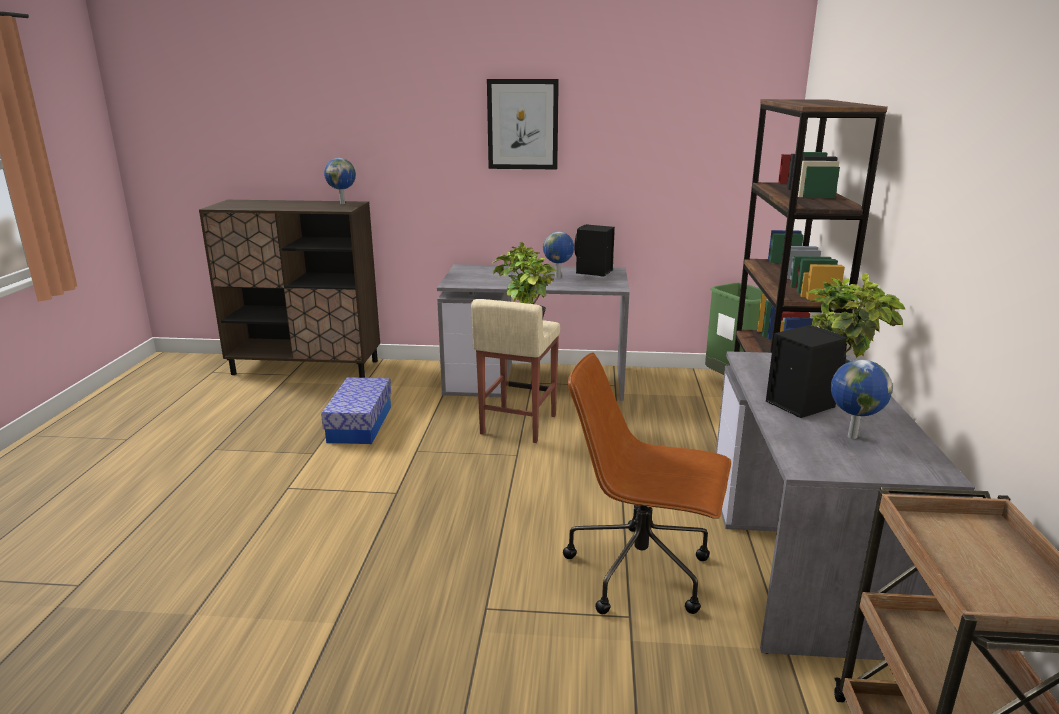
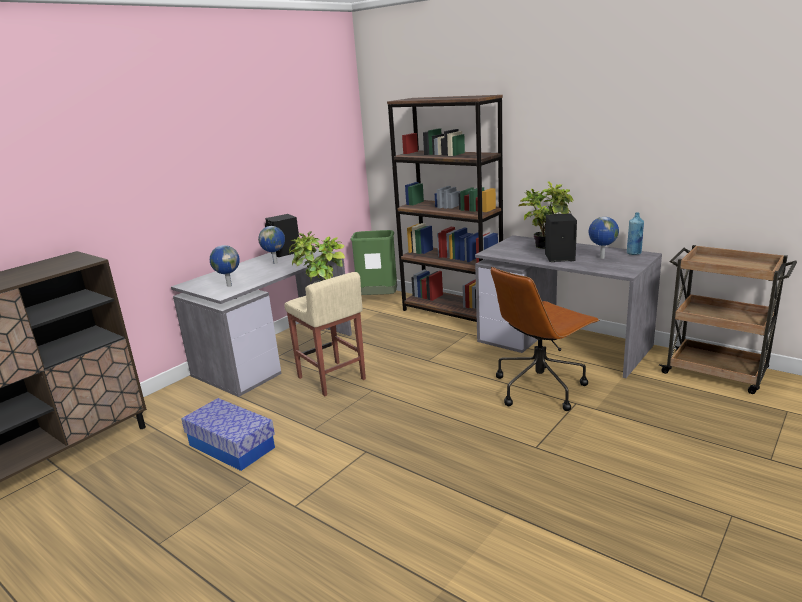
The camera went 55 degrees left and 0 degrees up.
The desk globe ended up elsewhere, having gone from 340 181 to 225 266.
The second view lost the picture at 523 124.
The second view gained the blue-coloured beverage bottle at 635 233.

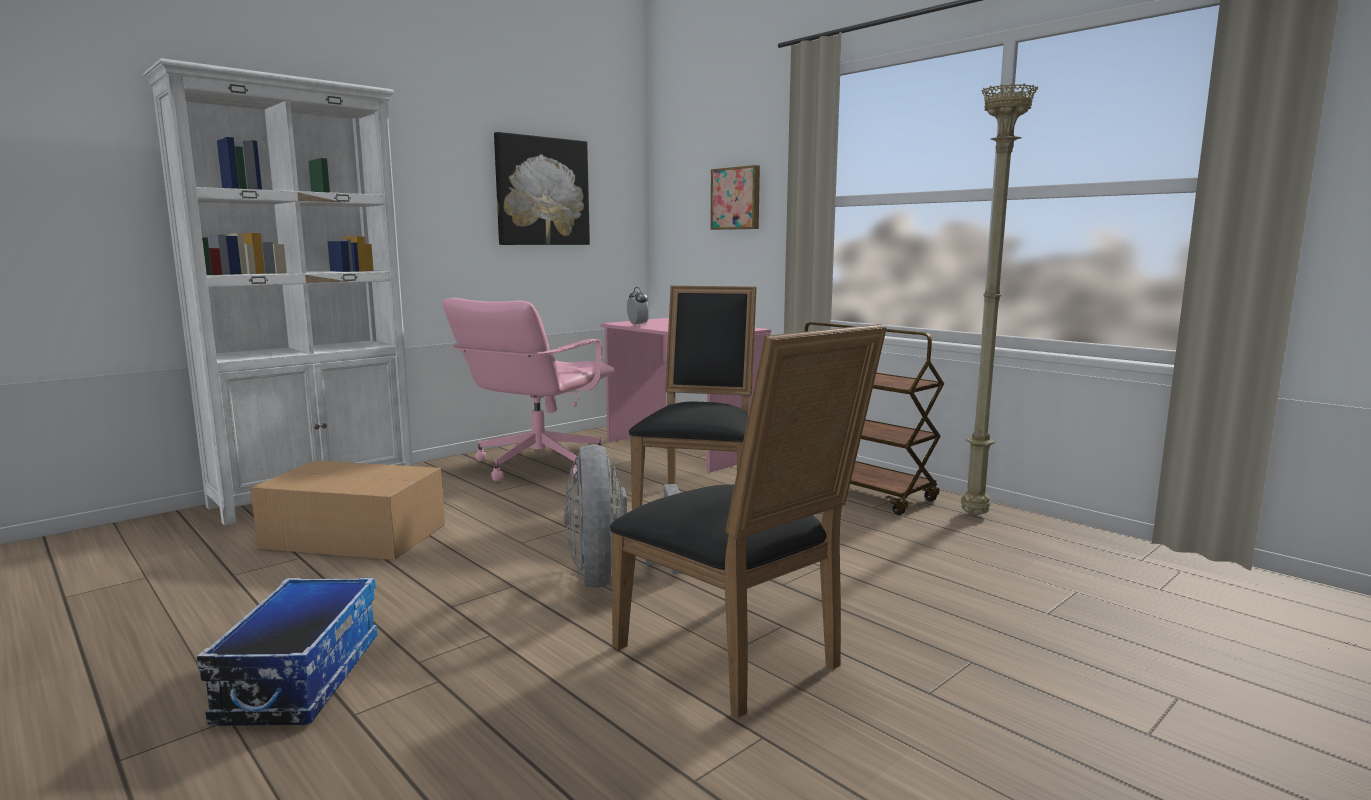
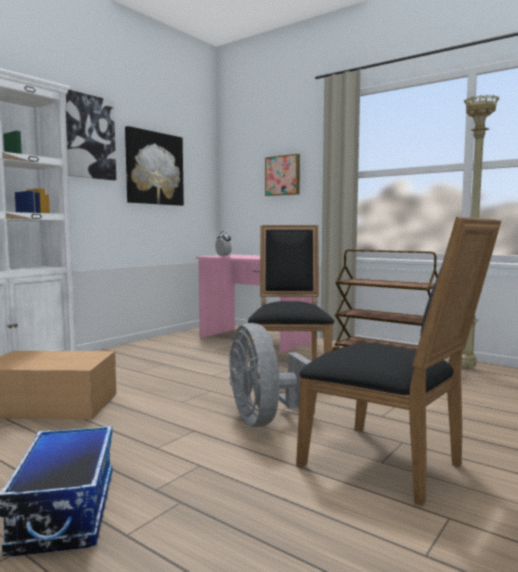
The camera went 10 degrees left and 5 degrees down.
The second view lost the pink office chair at 528 389.
The second view gained the picture at 91 135.

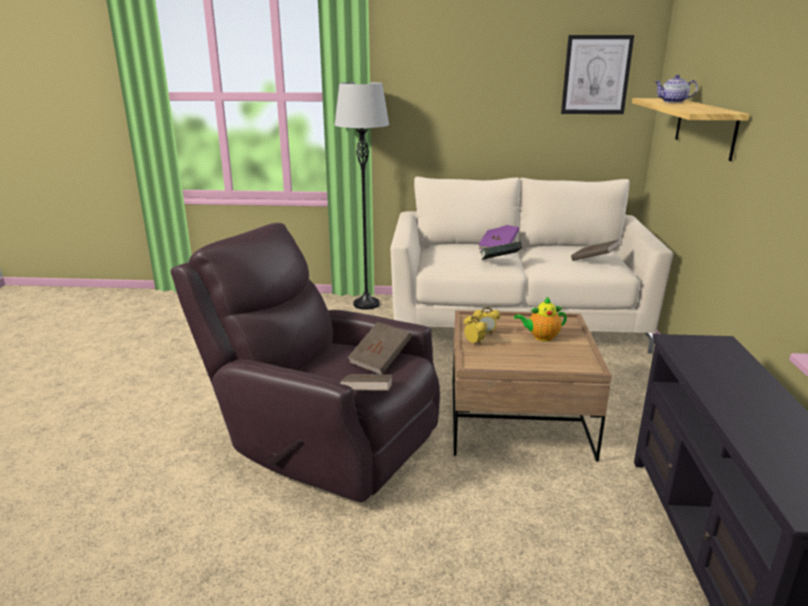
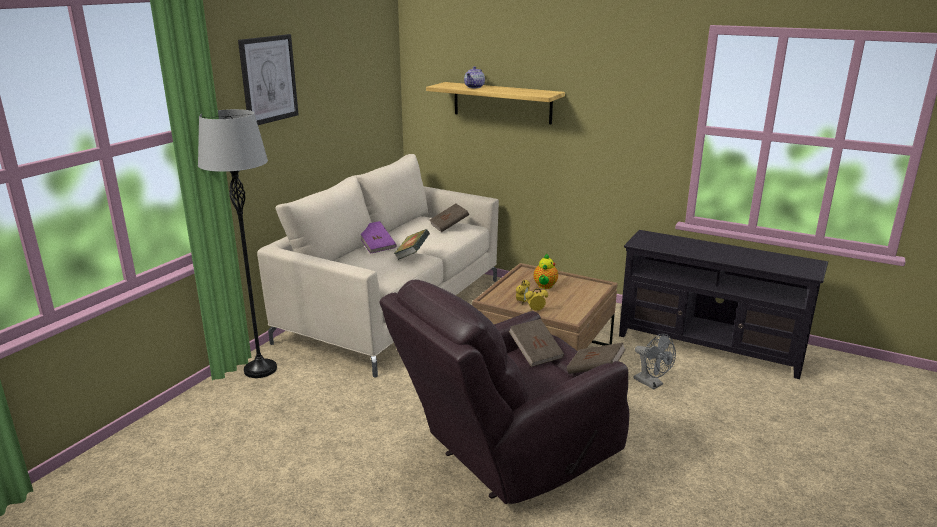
The camera went 65 degrees left and 0 degrees up.
The picture ended up elsewhere, having gone from 597 74 to 268 79.
The second view gained the gray fan at 655 362.

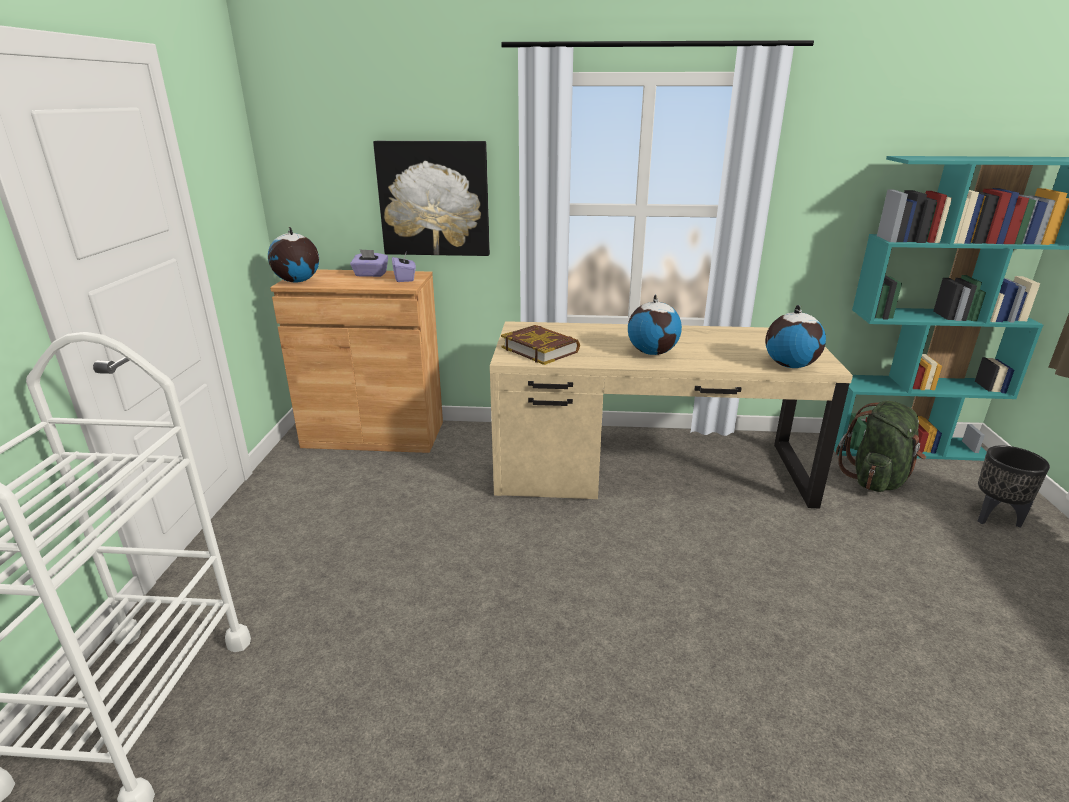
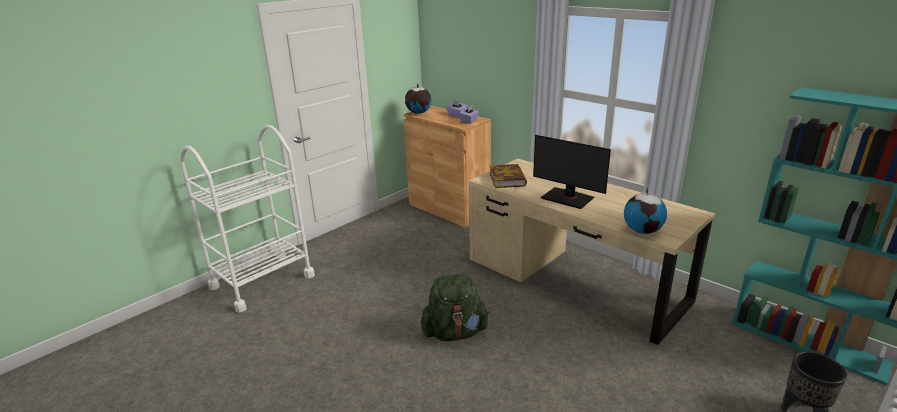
The camera went 40 degrees right and 0 degrees up.
The second view lost the picture at 431 198.
Where the desk globe stood at 655 324, the monitor came to stand at 572 172.
The green-coloured rucksack ended up elsewhere, having gone from 881 446 to 455 307.

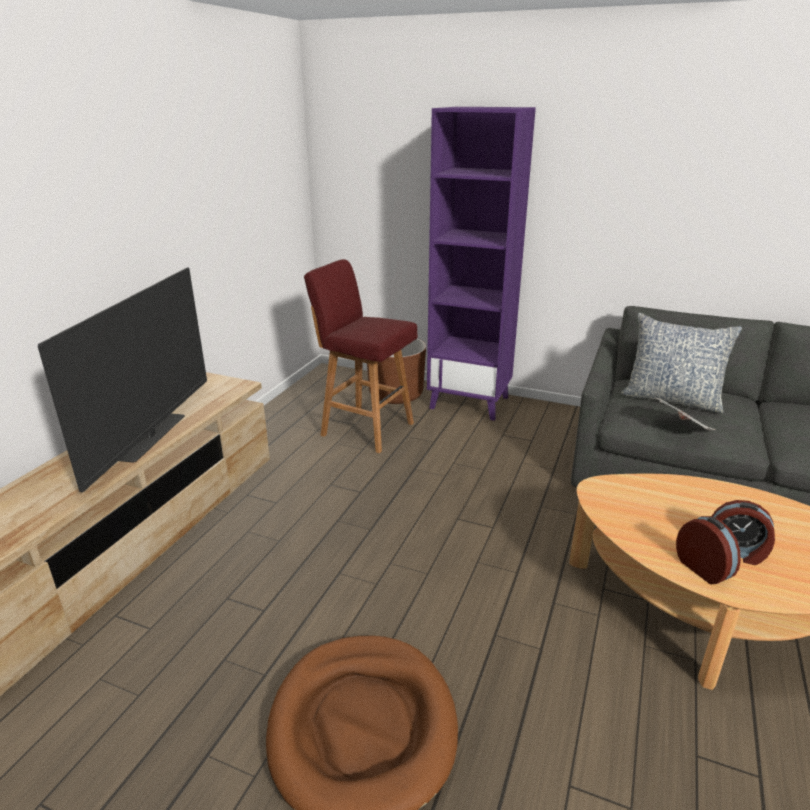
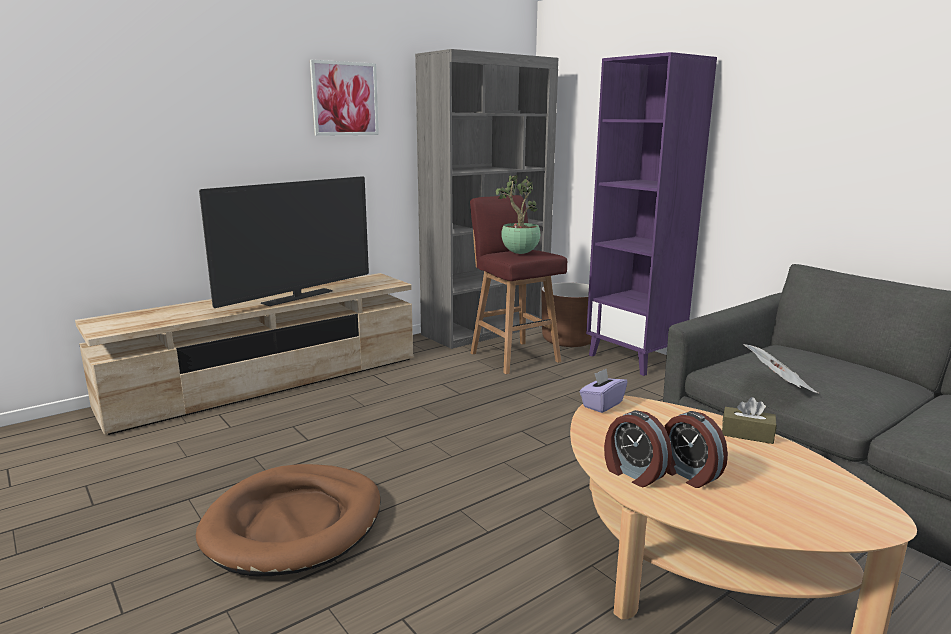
The camera went 30 degrees right and 10 degrees down.
The second view lost the cushion at 681 363.
The alarm clock at 708 550 ended up facing another way, 135 degrees clockwise from before.
The second view gained the picture at 344 98.
The second view gained the gray shelving unit at 486 199.
The second view gained the houseplant at 517 214.
The second view gained the purple tissue box at 603 390.
The second view gained the brown-coloured tissue box at 749 420.

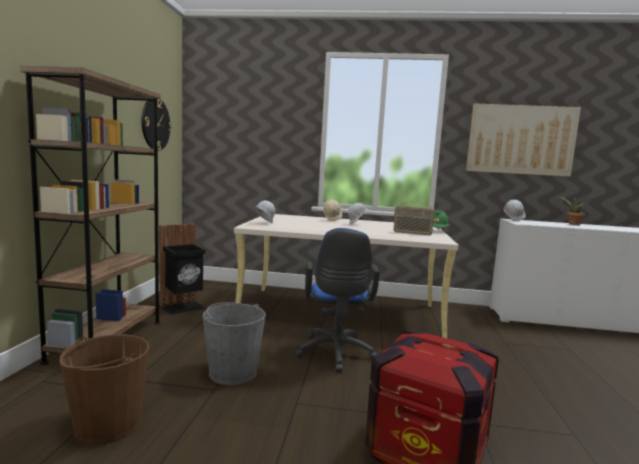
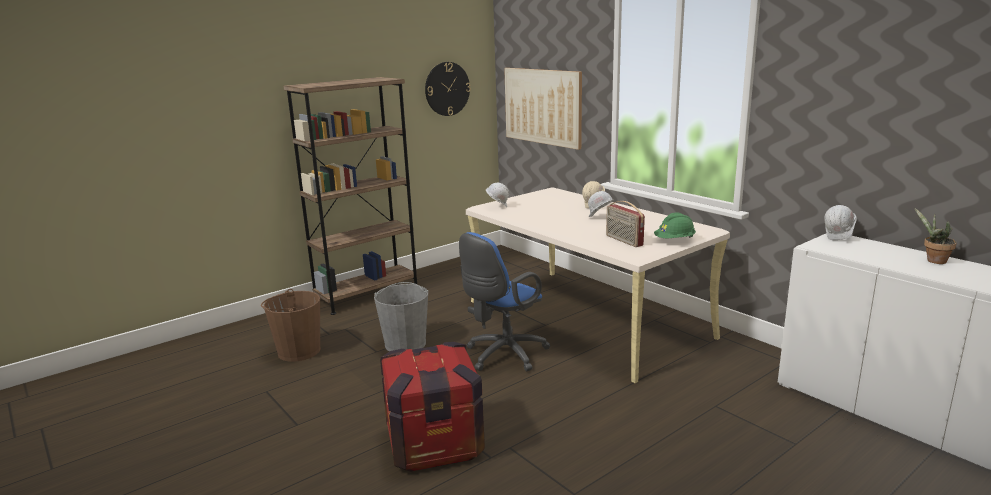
The camera went 45 degrees right and 10 degrees up.
The second view lost the black rubbish bin at 182 269.
The picture ended up elsewhere, having gone from 523 140 to 543 109.

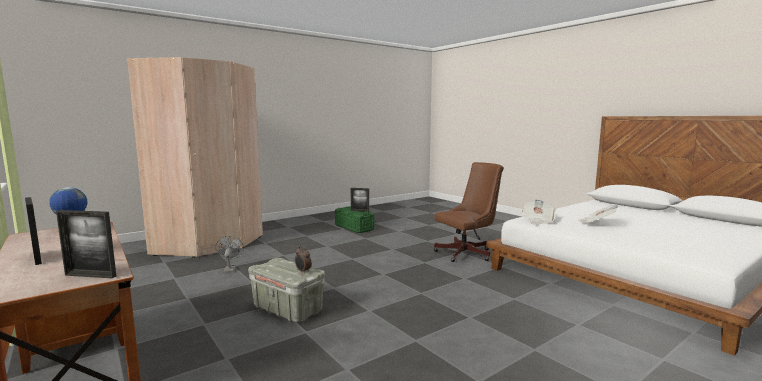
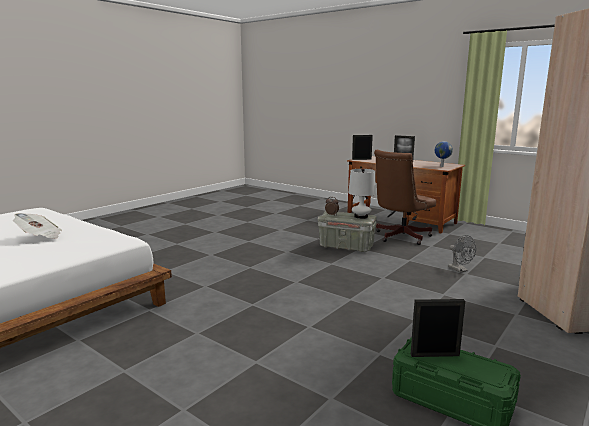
The camera went 165 degrees right and 5 degrees up.
The brown-coloured office chair ended up elsewhere, having gone from 469 212 to 405 197.
The second view lost the printed paper at 539 212.
The second view gained the whitish table lamp at 362 194.

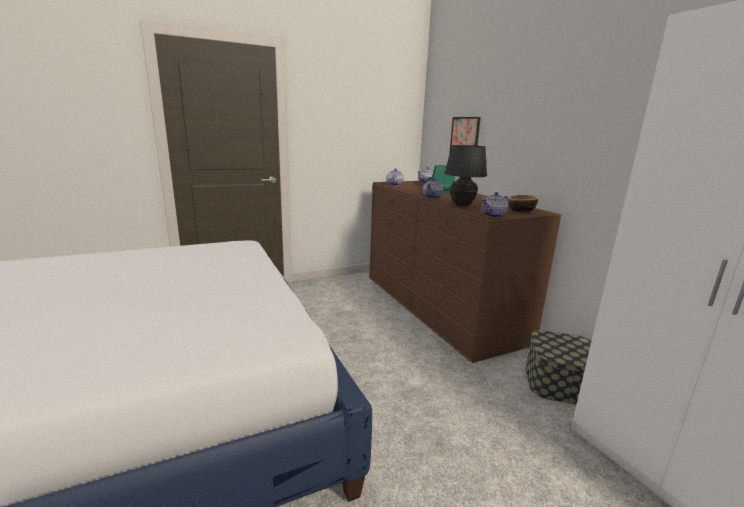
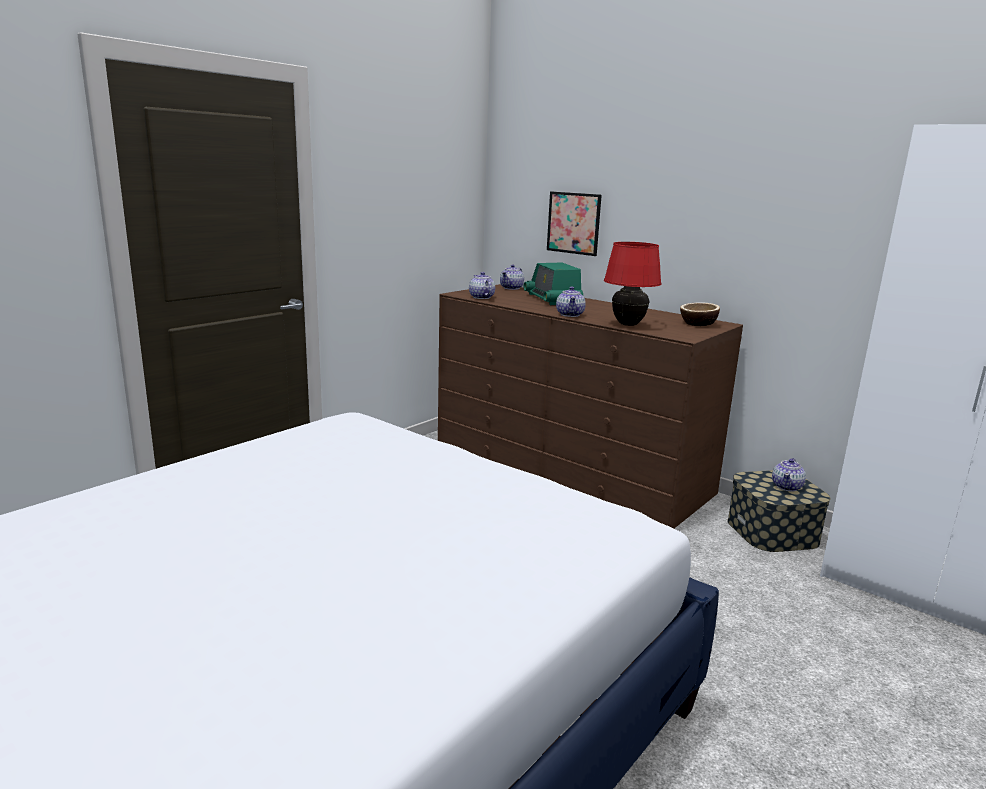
The camera went 25 degrees left and 0 degrees up.
What was the black table lamp at 465 176 turned into the red-coloured table lamp at 633 284.
The tea pot ended up elsewhere, having gone from 495 205 to 789 475.

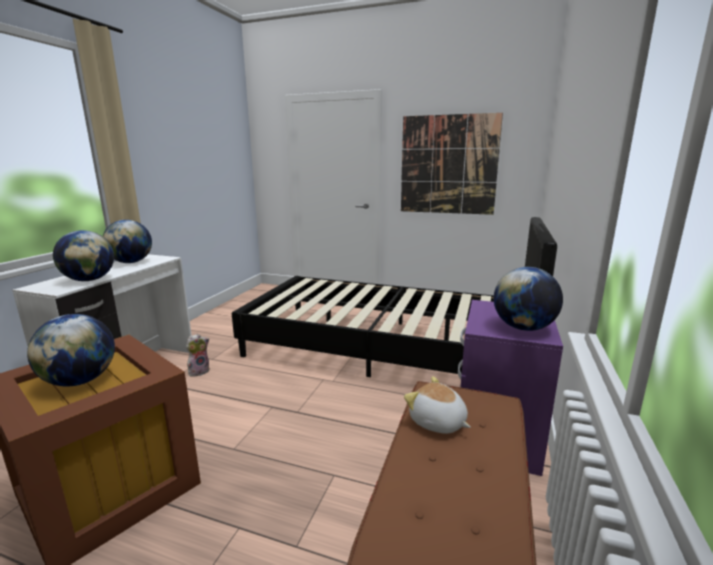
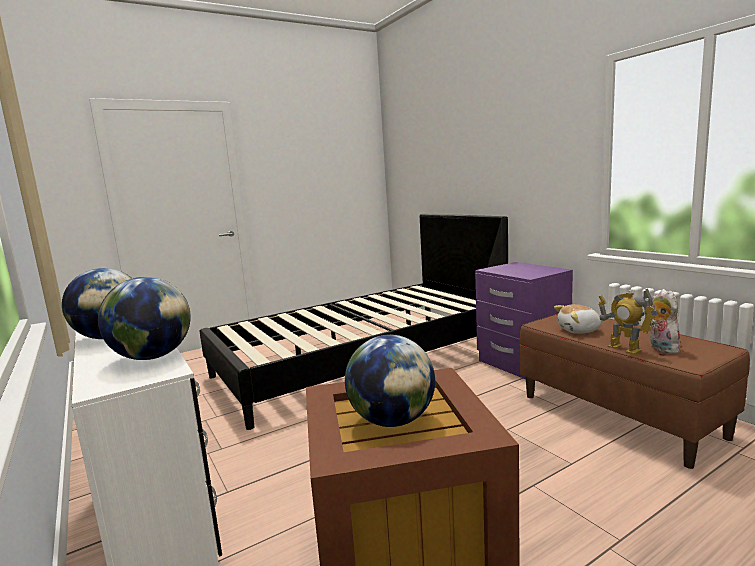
The camera went 50 degrees left and 5 degrees down.
The plush toy ended up elsewhere, having gone from 198 355 to 666 321.
The second view lost the picture at 452 164.
The second view lost the desk globe at 528 299.
The second view gained the model robot at 627 322.

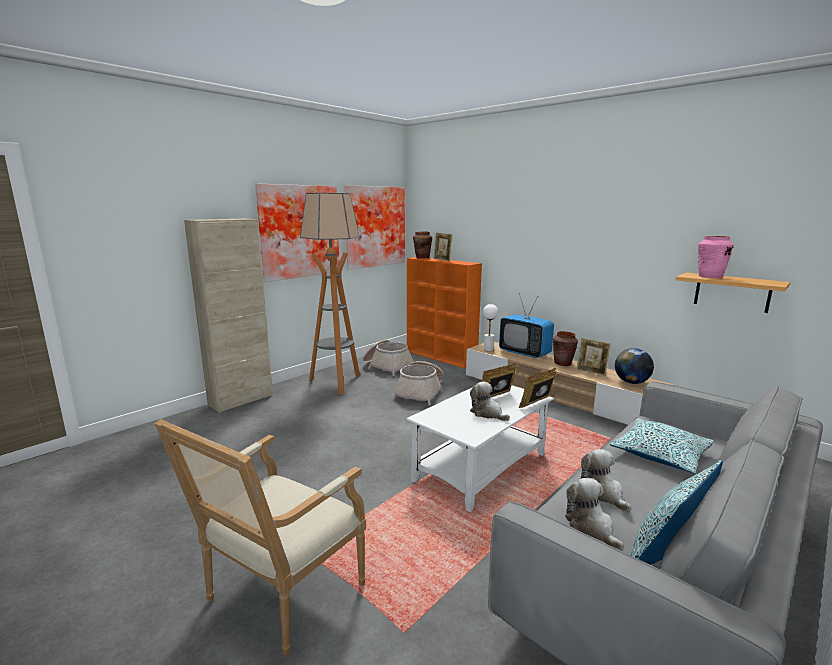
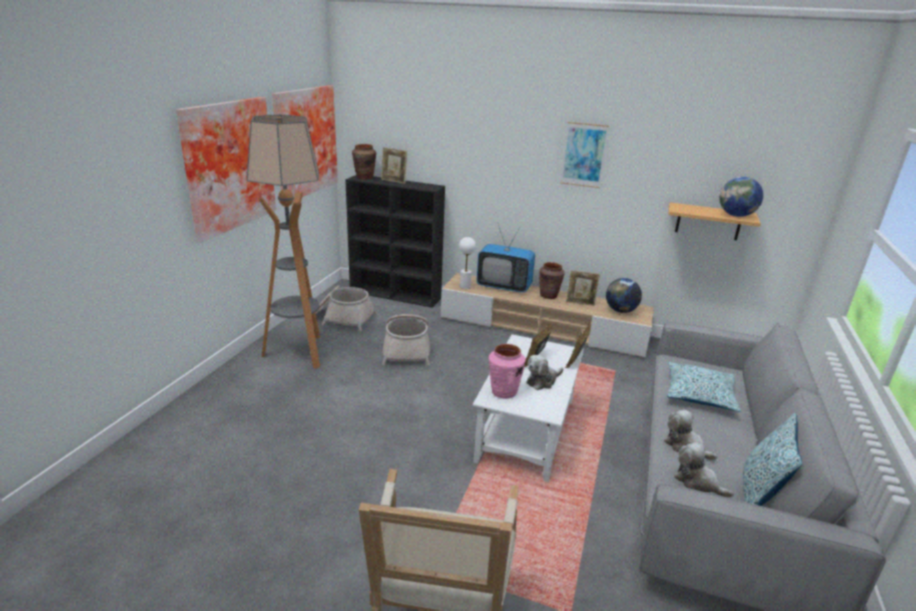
The camera went 25 degrees left and 10 degrees up.
The second view lost the beige-coloured cupboard at 228 316.
What was the orange-coloured shelving unit at 444 313 turned into the black shelving unit at 395 241.
The plush toy at 490 401 ended up facing another way, 60 degrees counterclockwise from before.
The pink vase ended up elsewhere, having gone from 716 257 to 507 371.
The second view gained the picture at 584 155.
The second view gained the desk globe at 741 197.

